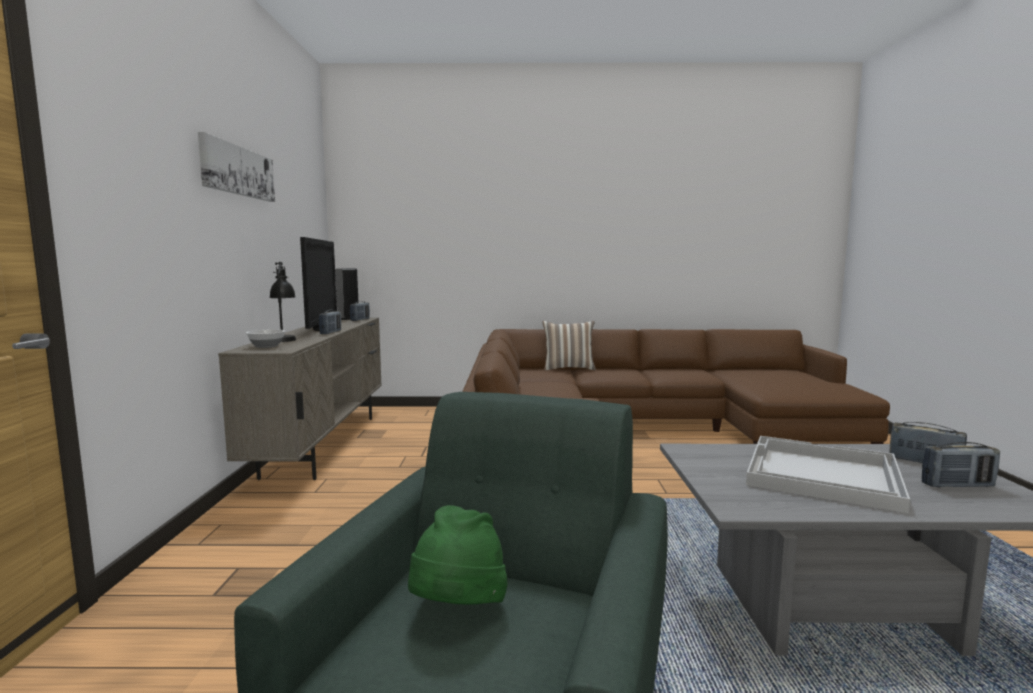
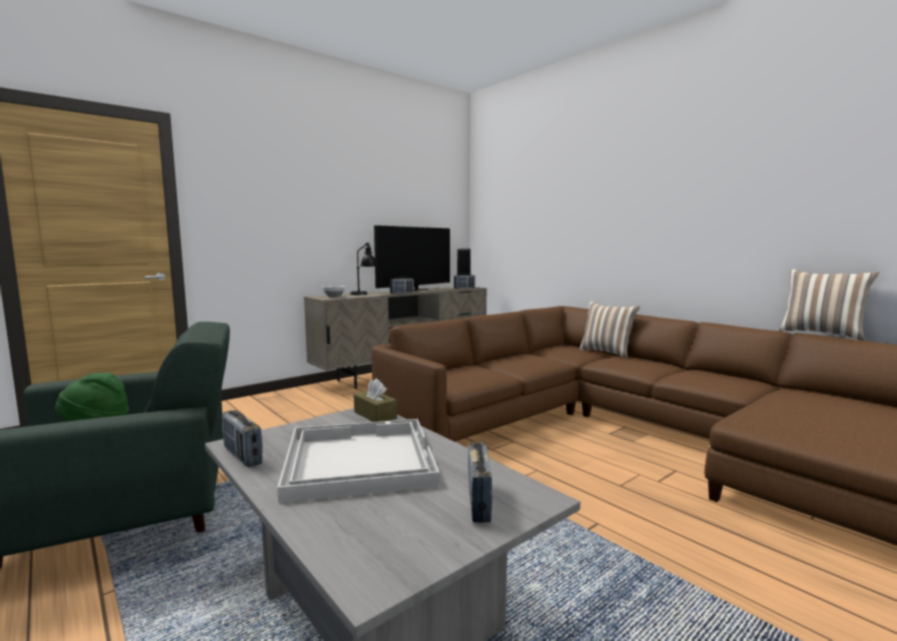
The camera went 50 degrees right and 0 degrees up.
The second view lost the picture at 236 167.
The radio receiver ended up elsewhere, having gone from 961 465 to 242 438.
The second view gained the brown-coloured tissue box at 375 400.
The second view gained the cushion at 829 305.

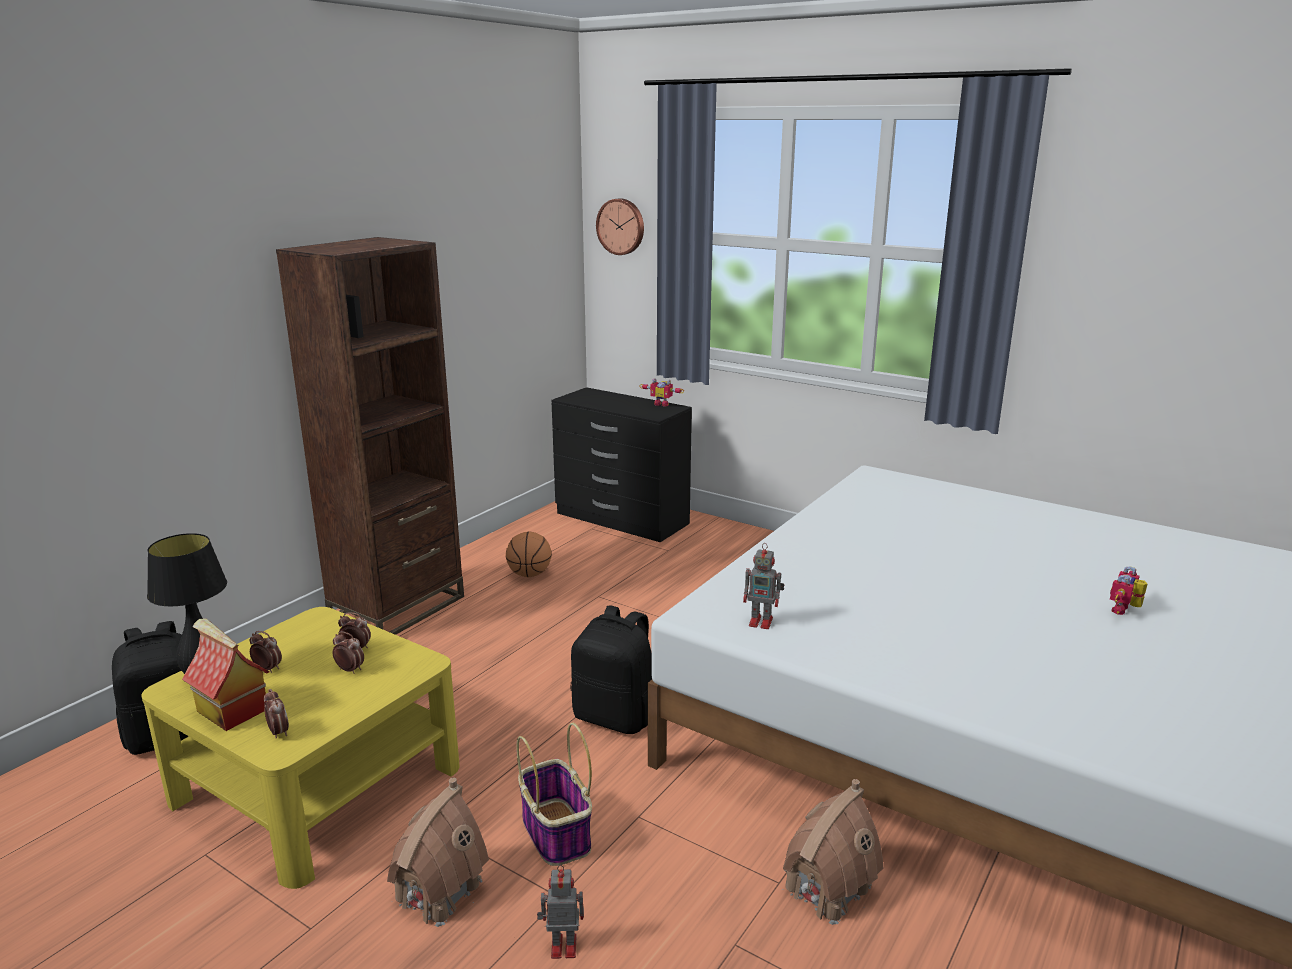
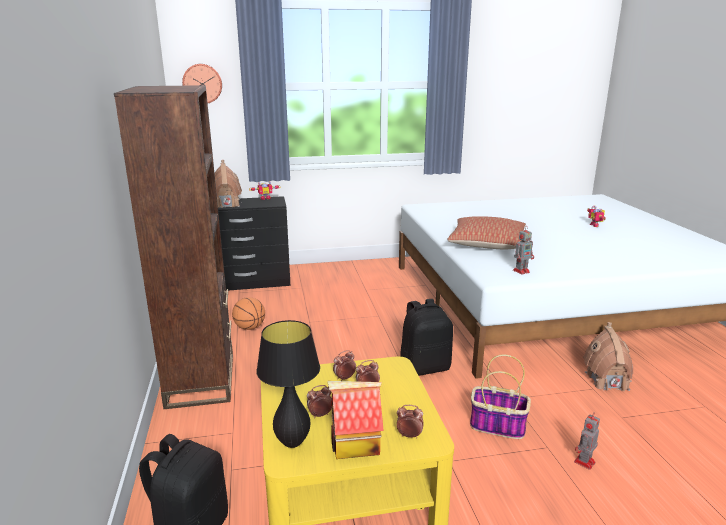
The camera went 45 degrees left and 0 degrees up.
The model house ended up elsewhere, having gone from 438 852 to 228 184.
The second view gained the cushion at 486 233.

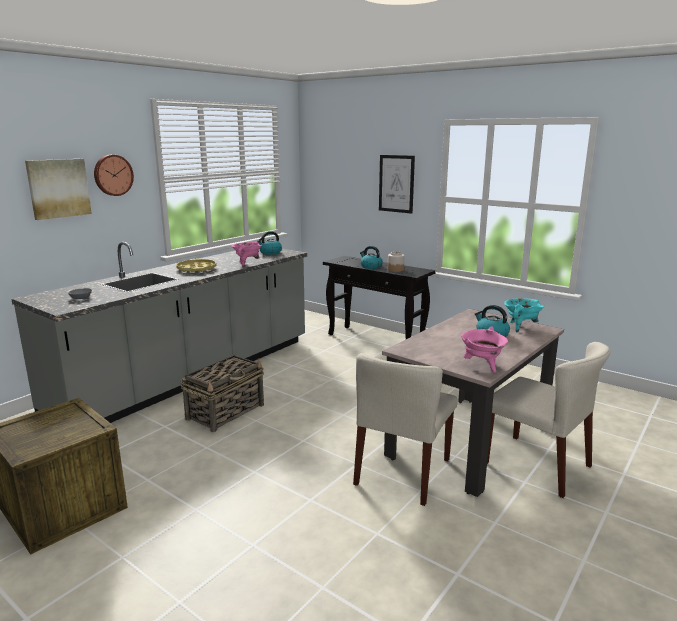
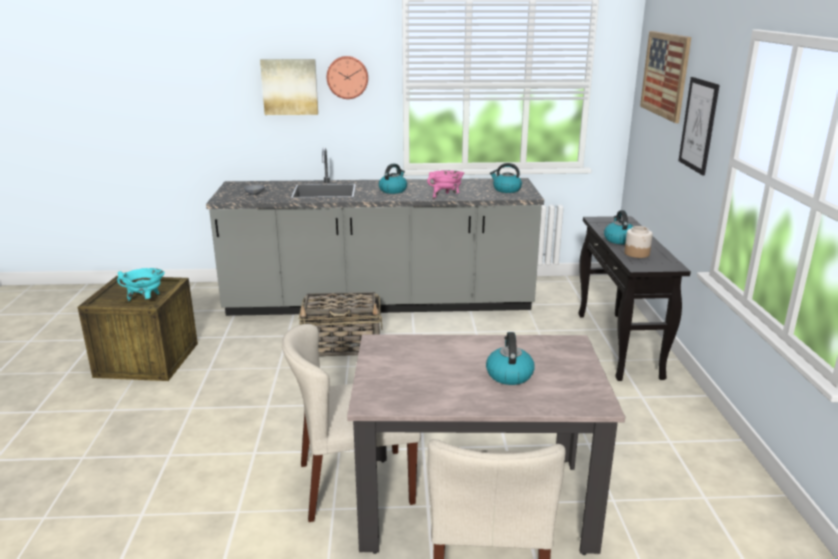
The camera went 50 degrees right and 5 degrees up.
Where the yellow serving tray stood at 196 266, the water kettle came to stand at 393 179.
The second view lost the pink cooking pot at 484 349.
The turquoise cooking pot ended up elsewhere, having gone from 524 315 to 141 284.
The second view gained the picture at 665 77.

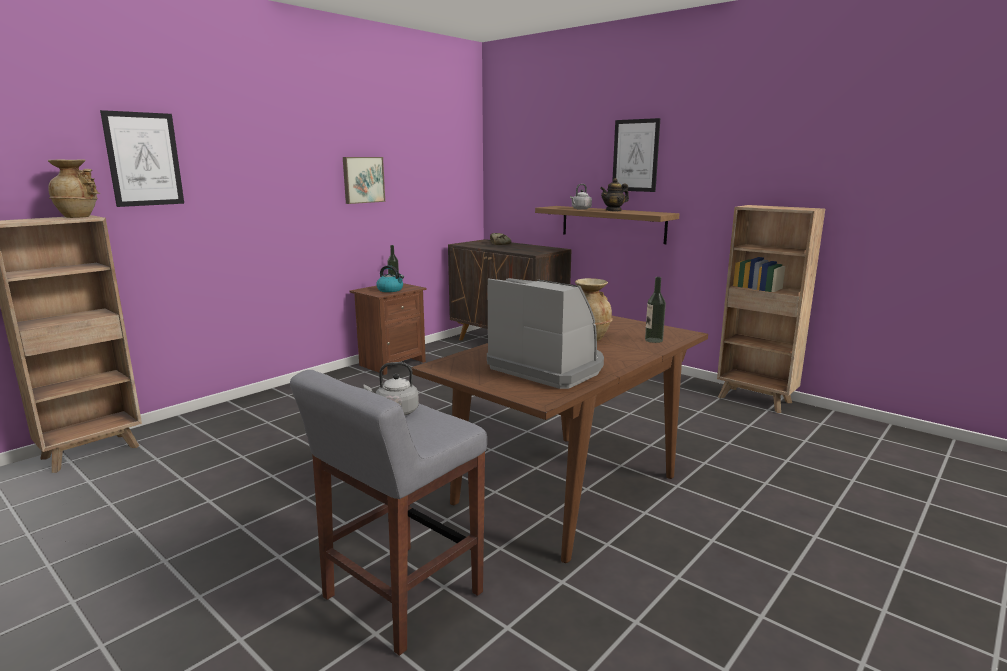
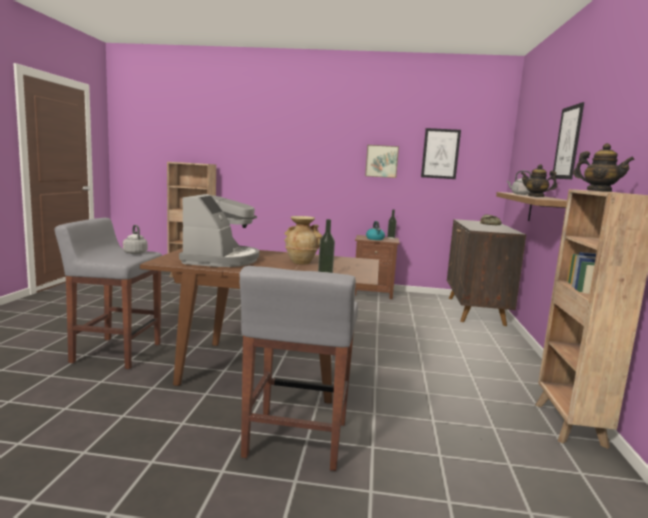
The camera went 55 degrees right and 5 degrees down.
The second view lost the beige-coloured vase at 73 189.
The picture ended up elsewhere, having gone from 142 158 to 441 153.
The second view gained the gray stool seat at 298 368.
The second view gained the tea pot at 604 167.

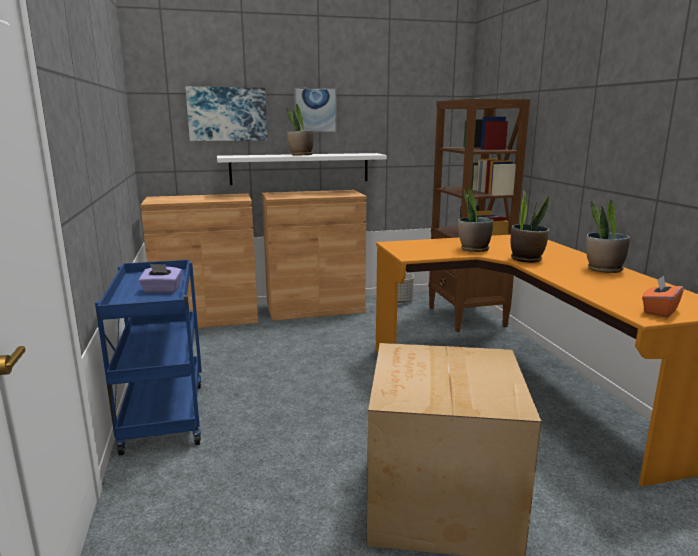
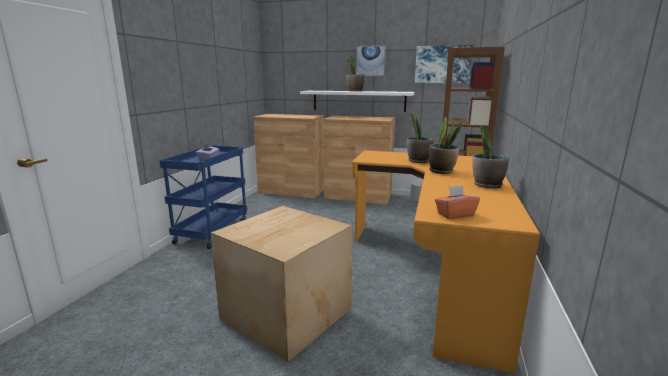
The camera went 30 degrees right and 0 degrees up.
The picture ended up elsewhere, having gone from 226 114 to 444 64.

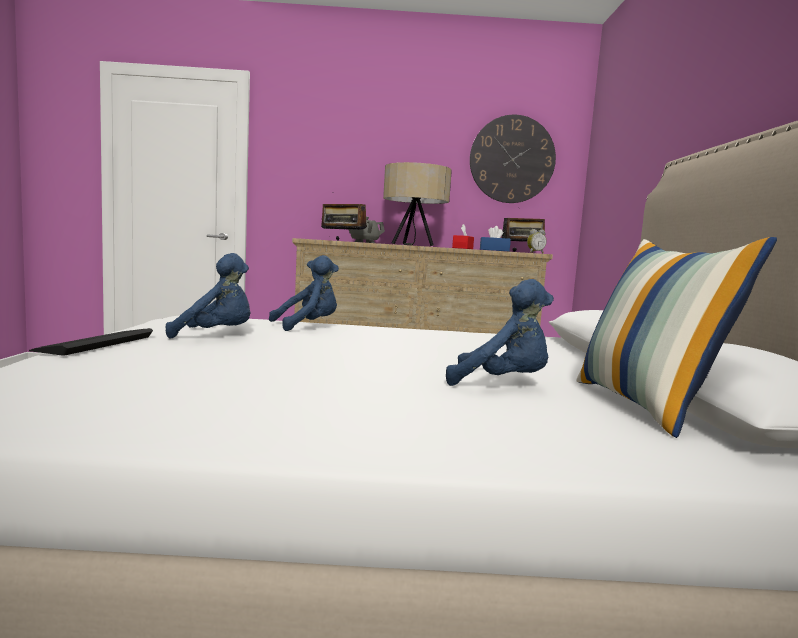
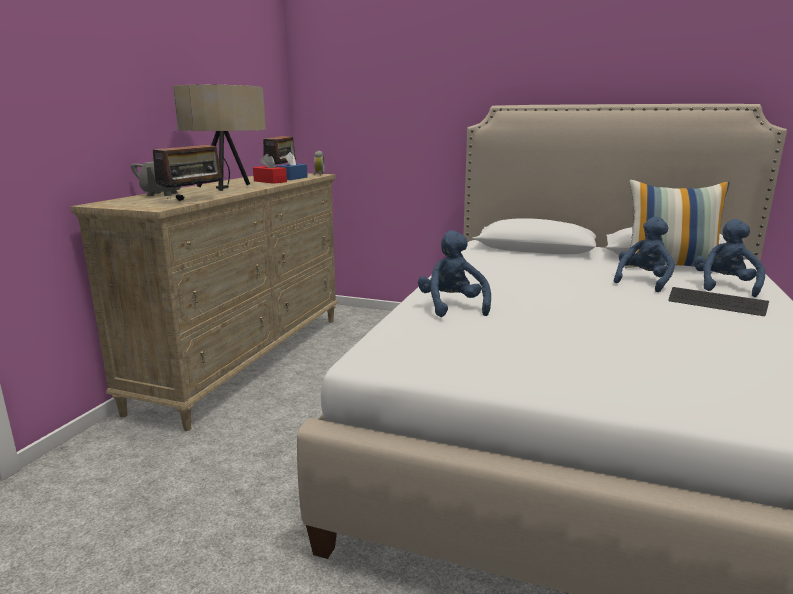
The camera went 70 degrees left and 10 degrees up.
The PC keyboard ended up elsewhere, having gone from 91 342 to 719 301.
The blue-coloured plush toy ended up elsewhere, having gone from 208 295 to 729 258.
The second view lost the wall clock at 513 159.

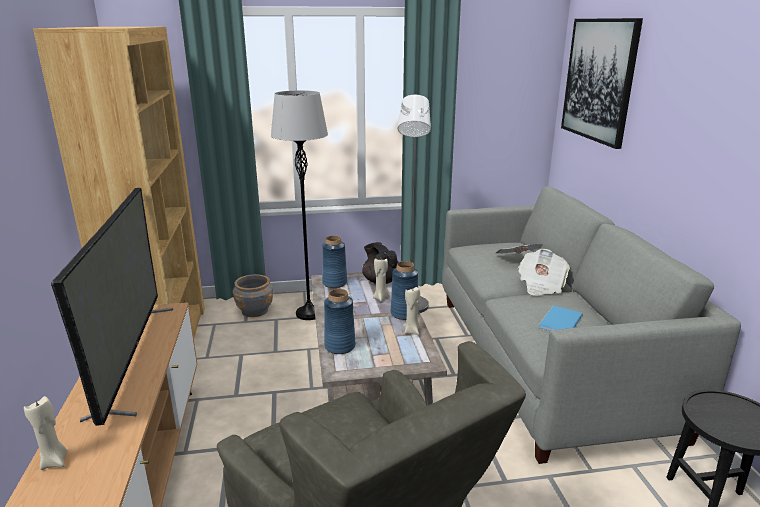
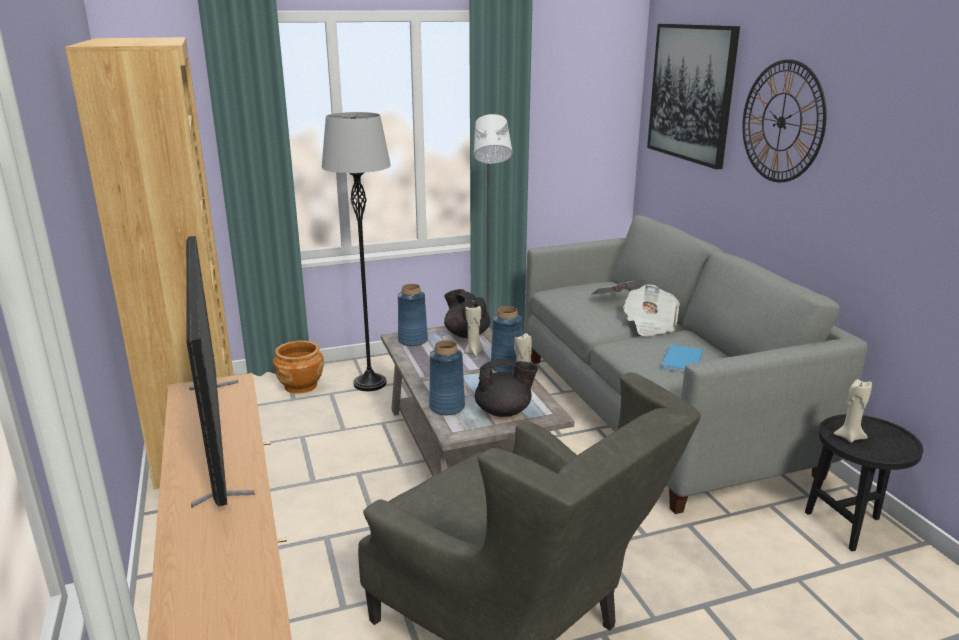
The camera went 10 degrees left and 0 degrees up.
The beige-coloured wax light ended up elsewhere, having gone from 45 433 to 852 411.
What was the gray flower pot at 253 295 turned into the brown-coloured flower pot at 298 367.
The second view gained the black tea pot at 506 387.
The second view gained the wall clock at 784 121.

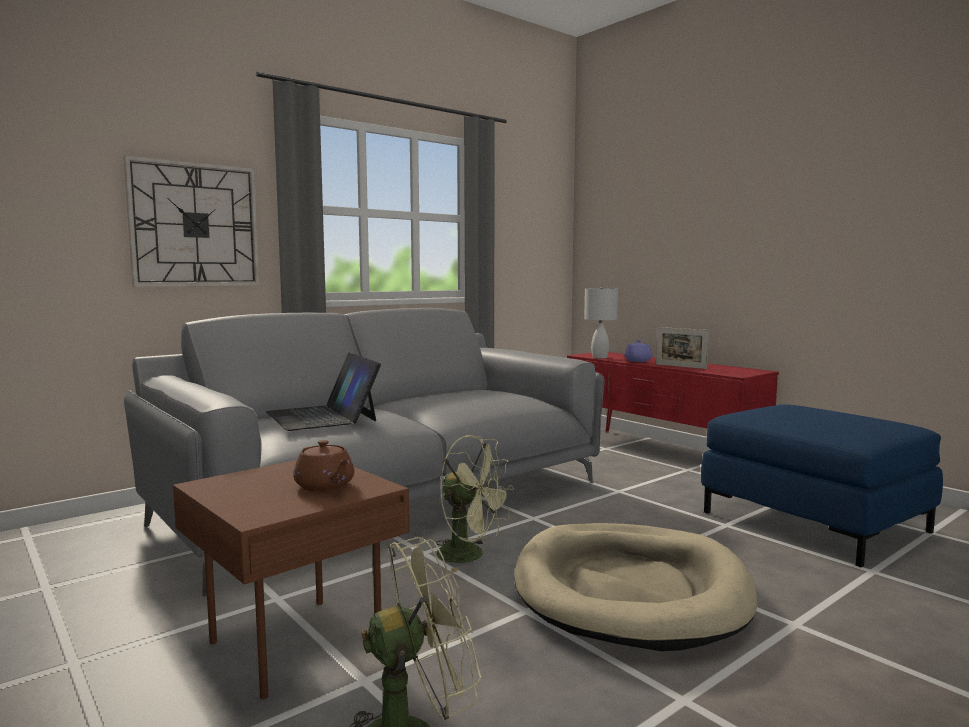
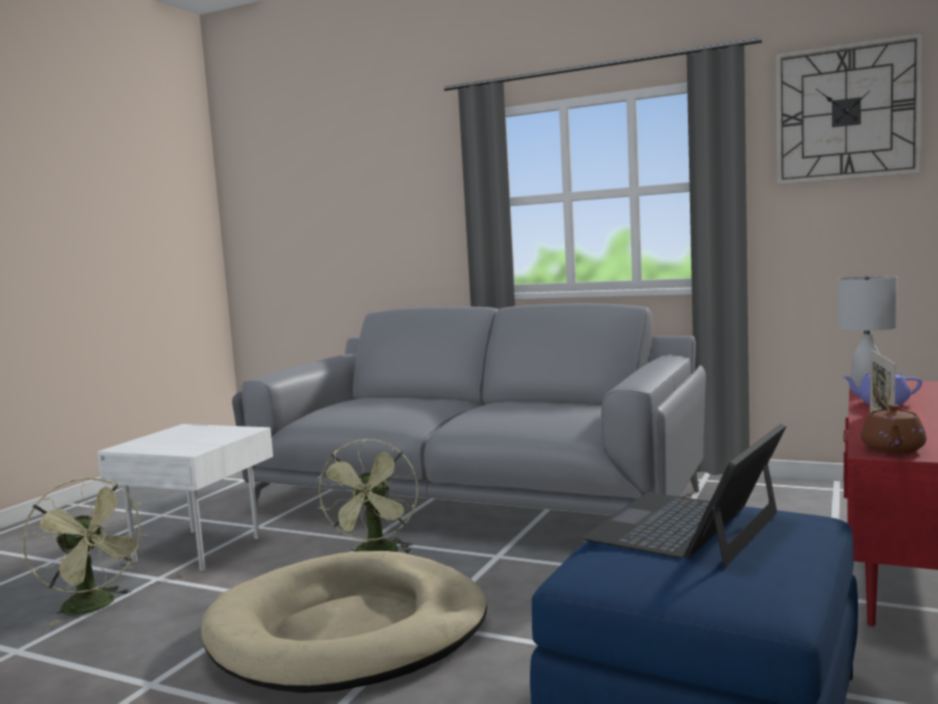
The camera went 65 degrees right and 0 degrees up.
The wall clock ended up elsewhere, having gone from 192 221 to 849 108.
What was the brown-coloured side table at 291 579 turned into the whitish side table at 185 497.
The laptop ended up elsewhere, having gone from 323 392 to 684 495.
The brown-coloured tea pot ended up elsewhere, having gone from 323 466 to 893 429.

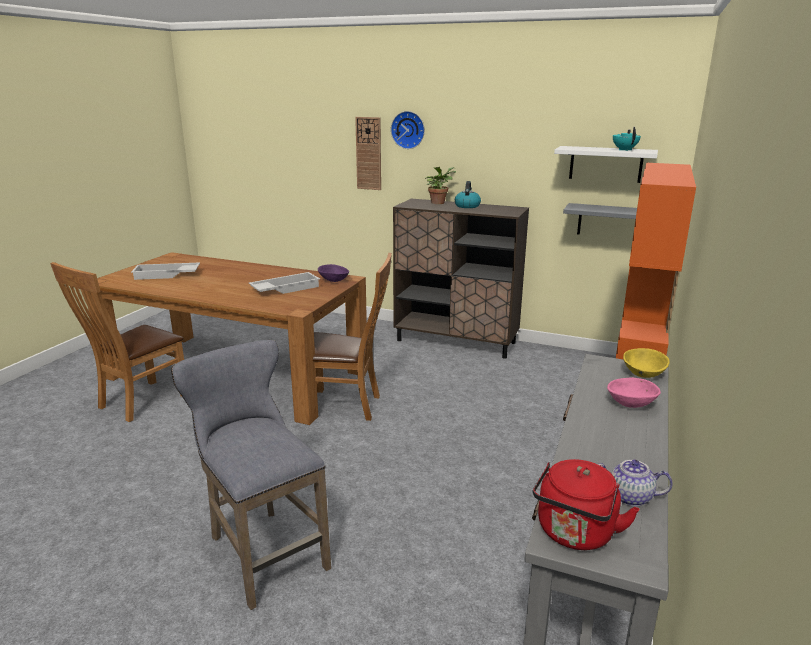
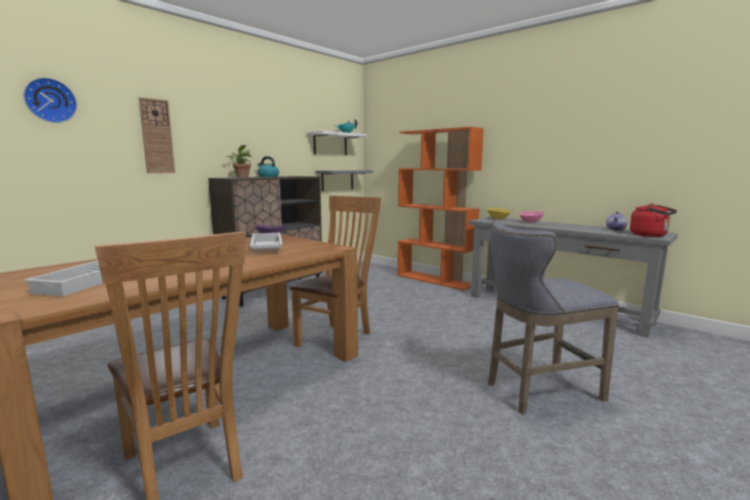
The camera went 70 degrees left and 10 degrees down.
The wall clock ended up elsewhere, having gone from 408 130 to 50 100.

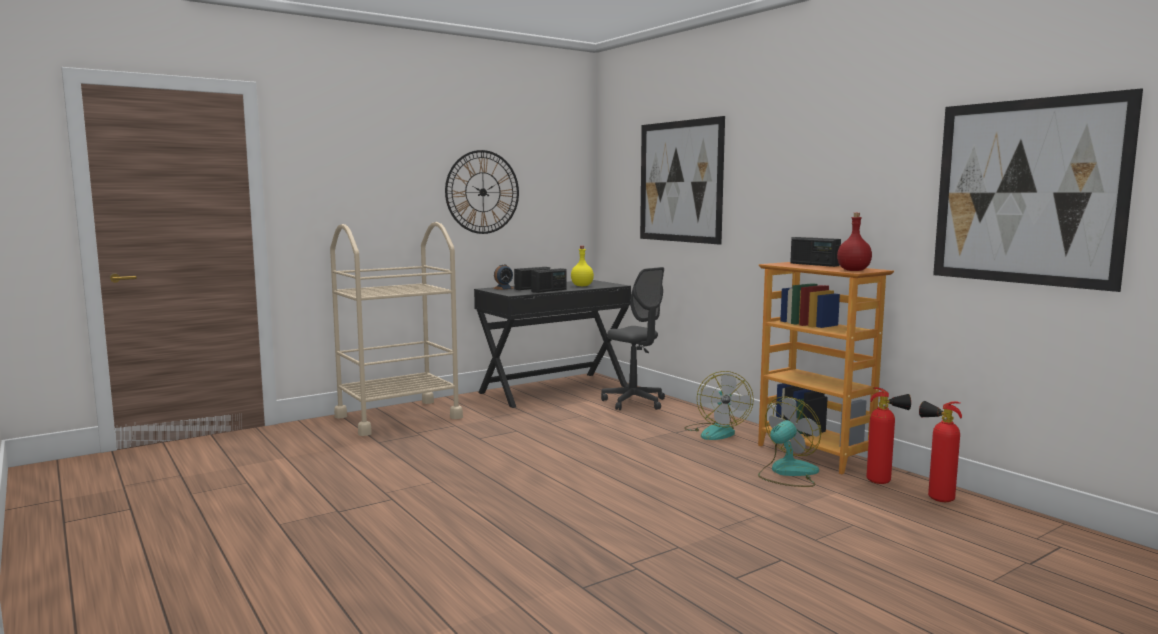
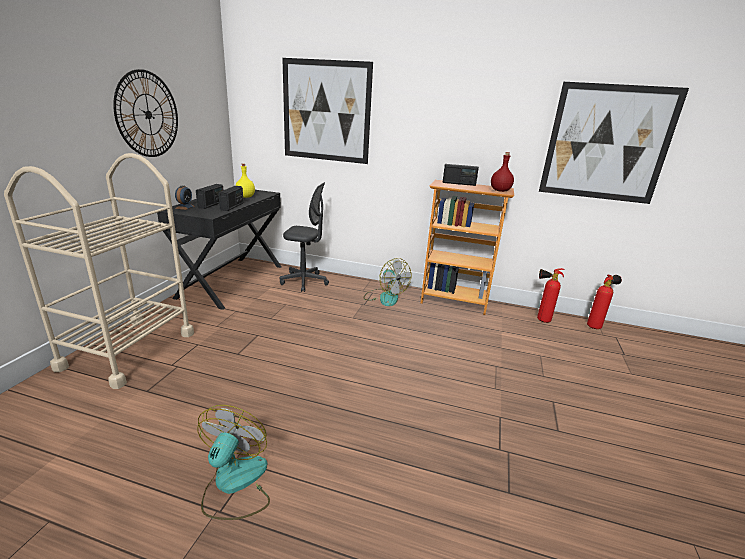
The camera went 40 degrees left and 15 degrees up.
The fan ended up elsewhere, having gone from 789 441 to 233 462.
The extinguisher ended up elsewhere, having gone from 888 435 to 604 302.

